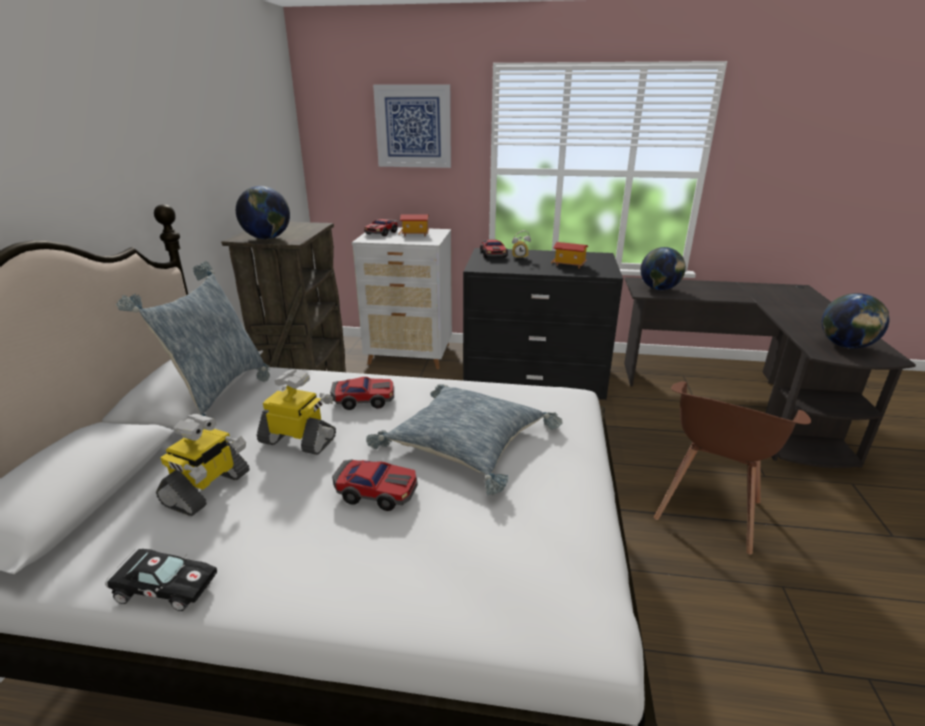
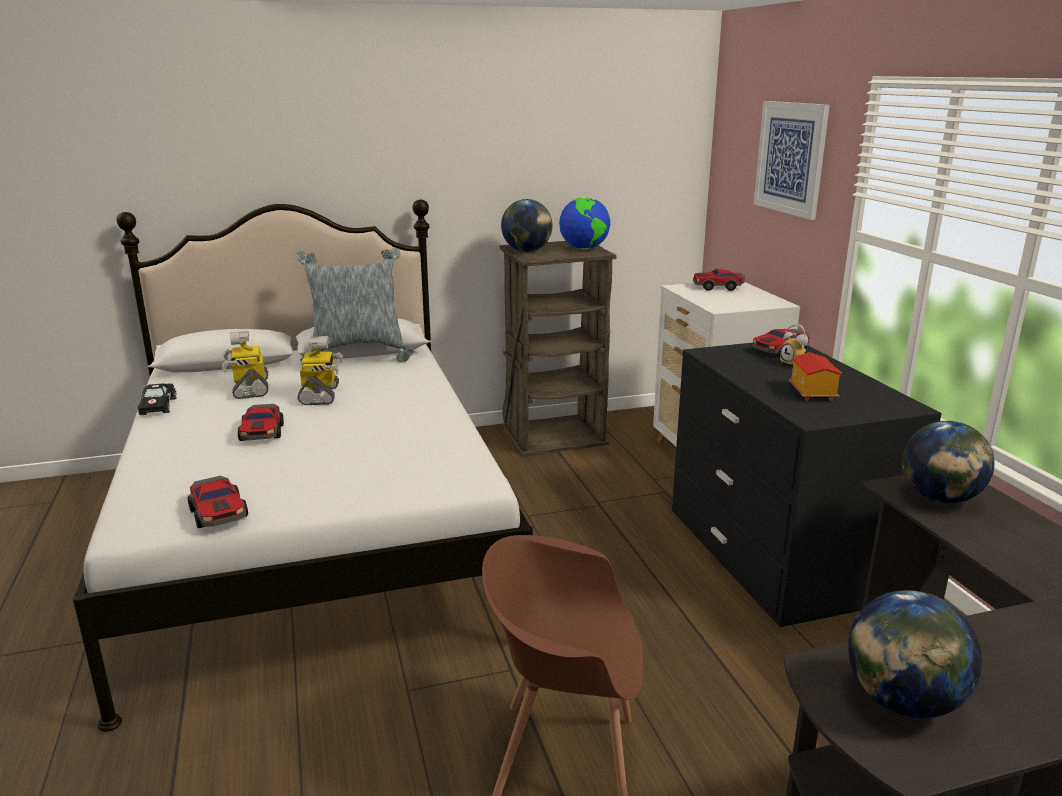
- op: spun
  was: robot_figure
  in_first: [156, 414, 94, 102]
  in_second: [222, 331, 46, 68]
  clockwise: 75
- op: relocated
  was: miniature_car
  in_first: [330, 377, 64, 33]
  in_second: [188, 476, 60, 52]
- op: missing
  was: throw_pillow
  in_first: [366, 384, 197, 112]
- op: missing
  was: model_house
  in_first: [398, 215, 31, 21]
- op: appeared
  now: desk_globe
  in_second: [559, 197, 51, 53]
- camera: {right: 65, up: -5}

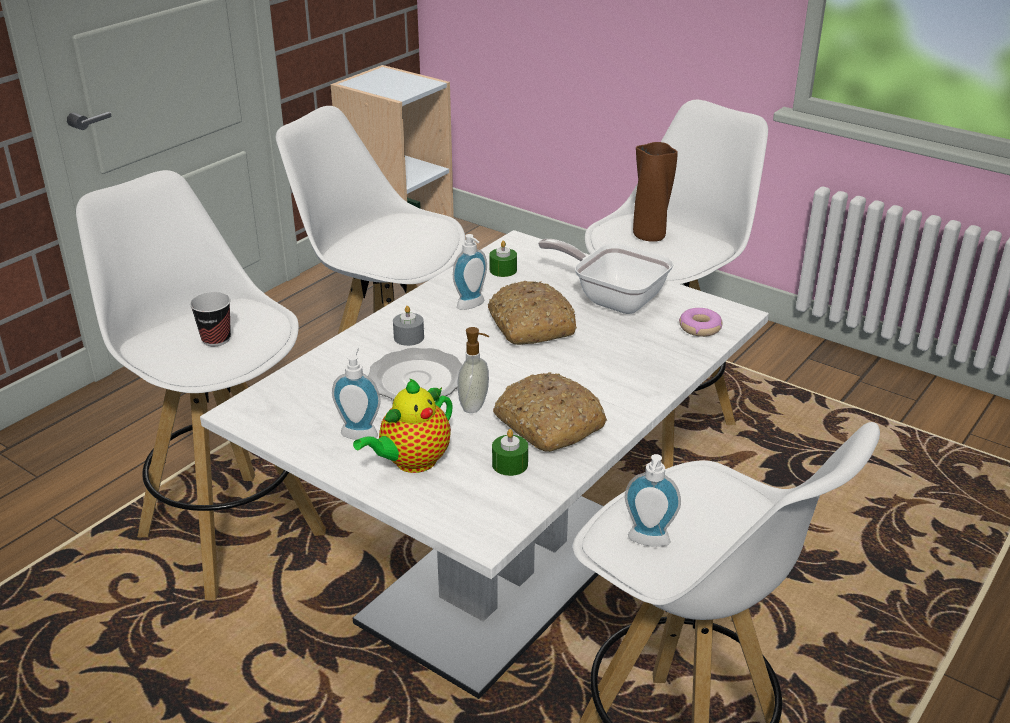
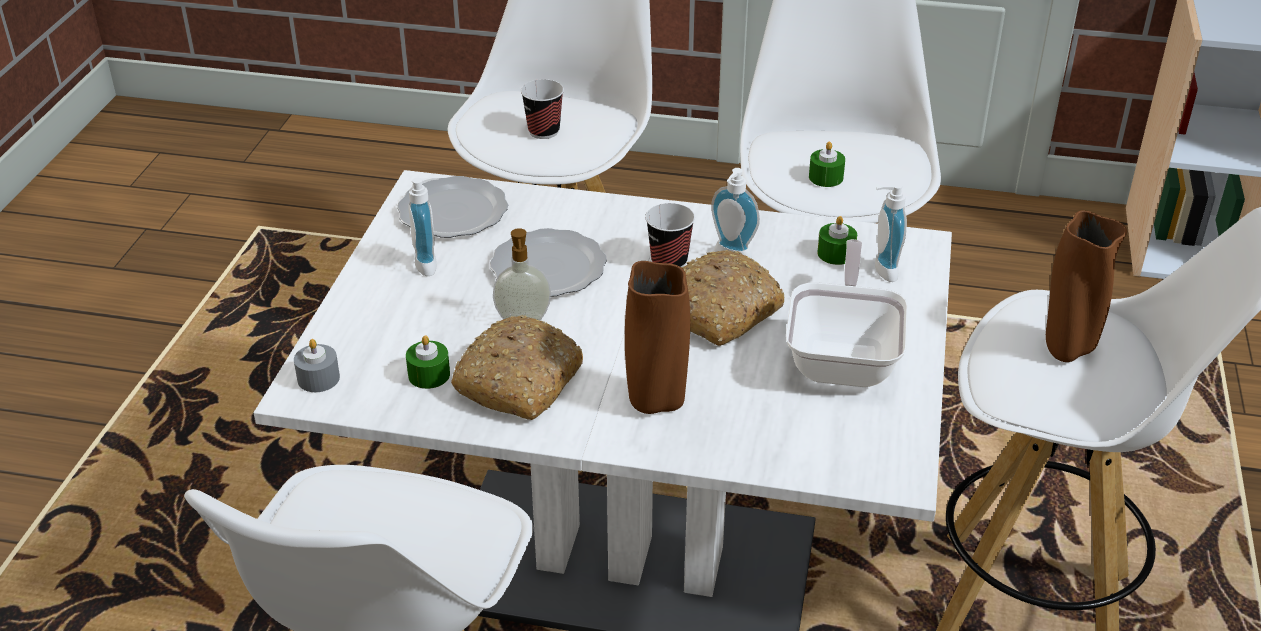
- op: missing
  was: pot_for_tea
  in_first: [353, 378, 100, 95]
- op: relocated
  was: gray_wax_light
  in_first: [393, 306, 31, 40]
  in_second: [294, 339, 46, 53]
- op: relocated
  was: soap_dispenser
  in_first: [625, 454, 56, 93]
  in_second: [875, 183, 32, 99]
- op: missing
  was: doughnut
  in_first: [679, 308, 43, 29]
- op: appeared
  now: dinner_plate
  in_second: [397, 176, 111, 62]
- op: appeared
  now: brown_flower_vase
  in_second: [625, 261, 65, 153]
- op: appeared
  now: drinking_cup
  in_second: [645, 203, 50, 64]
- op: appeared
  now: green_wax_light
  in_second: [809, 142, 36, 45]
- camera: {right: 65, up: 5}

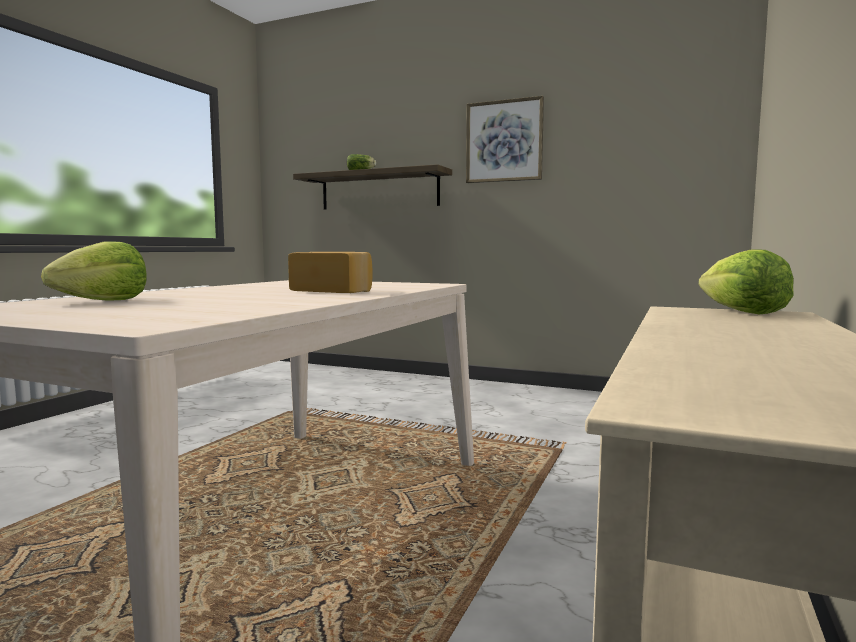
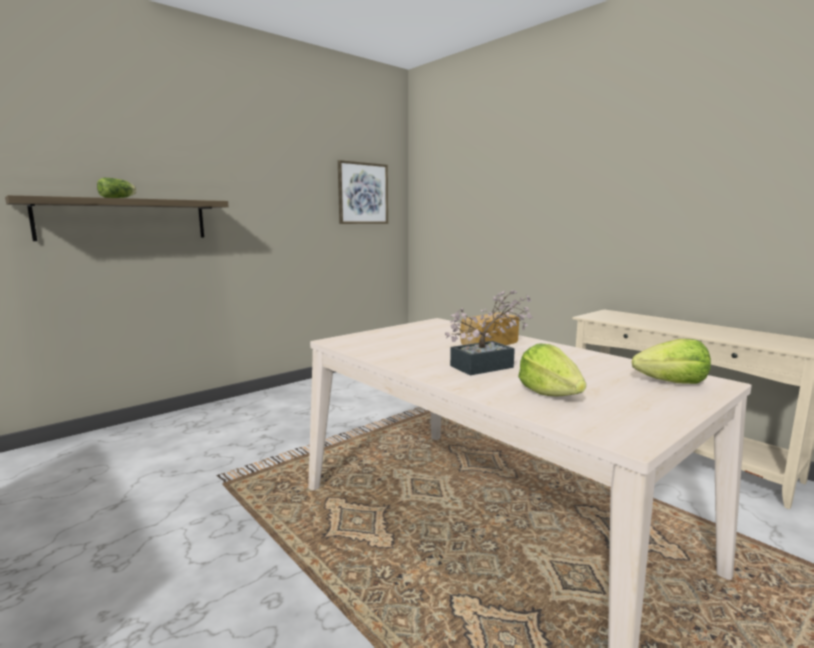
- op: relocated
  was: picture
  in_first: [466, 96, 78, 87]
  in_second: [338, 160, 50, 64]
- op: relocated
  was: lettuce_head
  in_first: [698, 249, 96, 65]
  in_second: [632, 339, 79, 45]
- op: appeared
  now: plant_in_a_pot
  in_second: [445, 290, 88, 85]
- camera: {right: -65, up: 5}

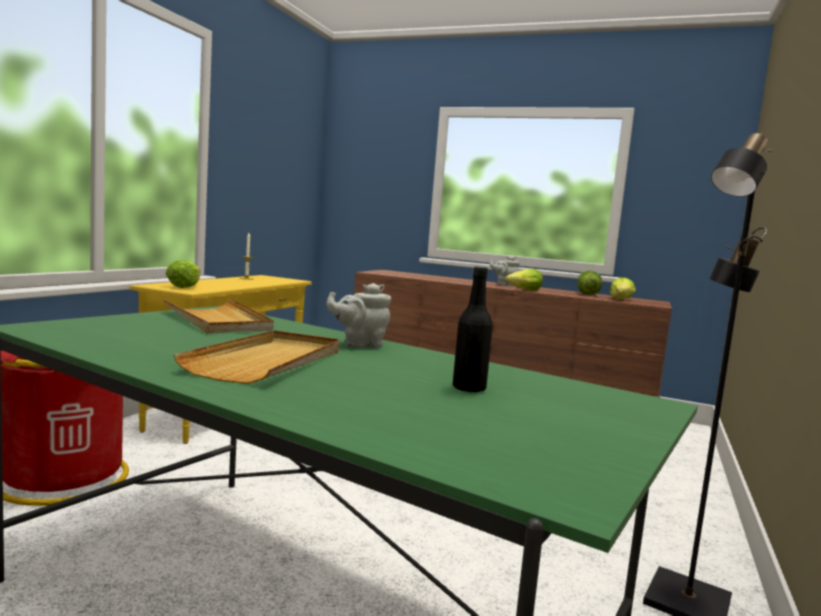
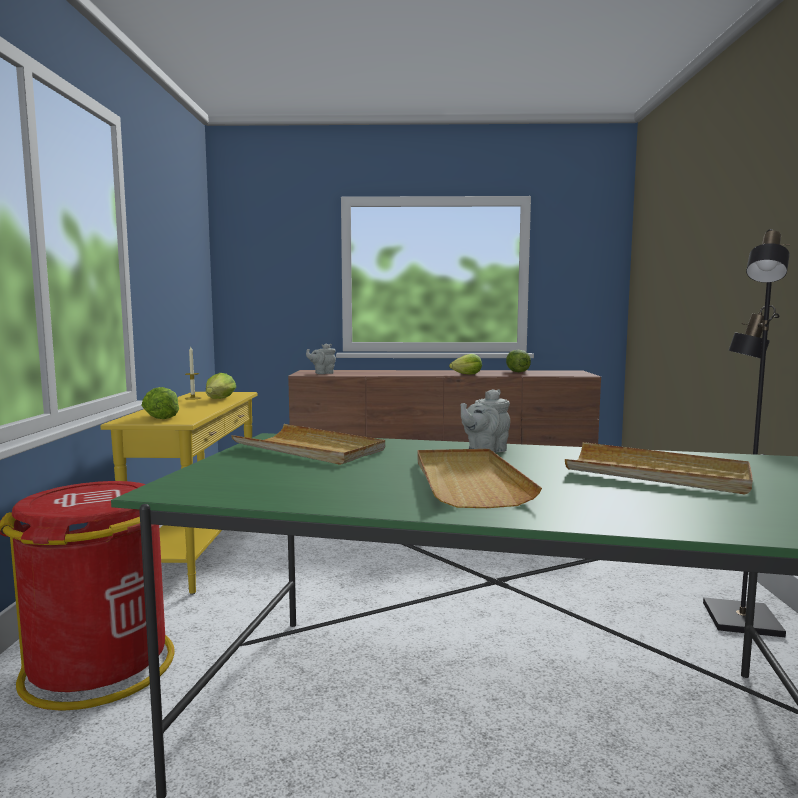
- op: exchanged
  was: blackish_drink_bottle
  now: sand-coloured_serving_tray
  in_first: [453, 267, 40, 126]
  in_second: [565, 442, 187, 52]
- op: relocated
  was: gray_pot_for_tea
  in_first: [490, 255, 30, 31]
  in_second: [306, 343, 30, 31]
- op: relocated
  was: lettuce_head
  in_first: [610, 277, 26, 23]
  in_second: [206, 373, 30, 26]
- camera: {right: -20, up: 0}

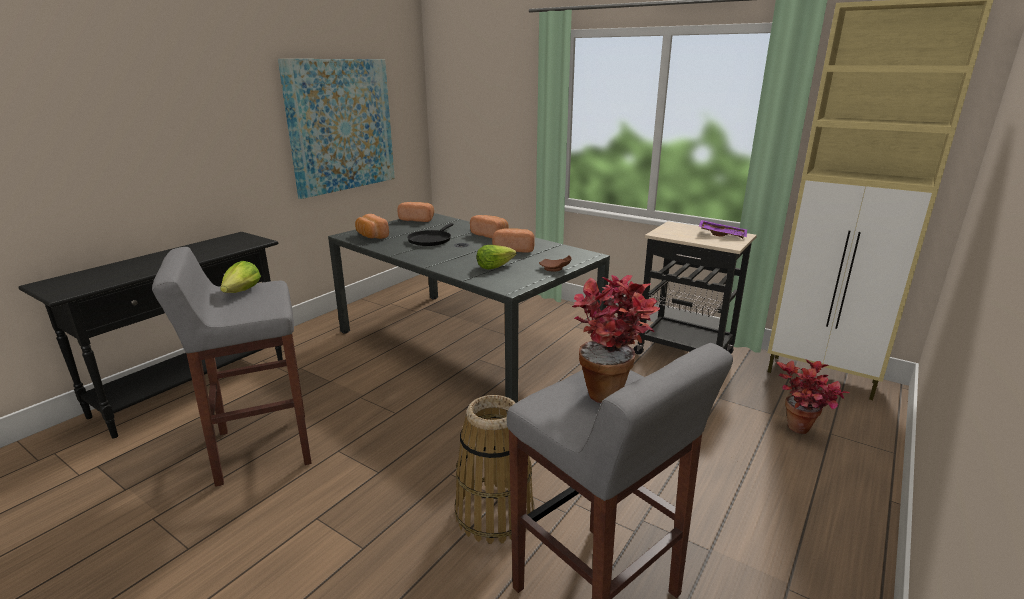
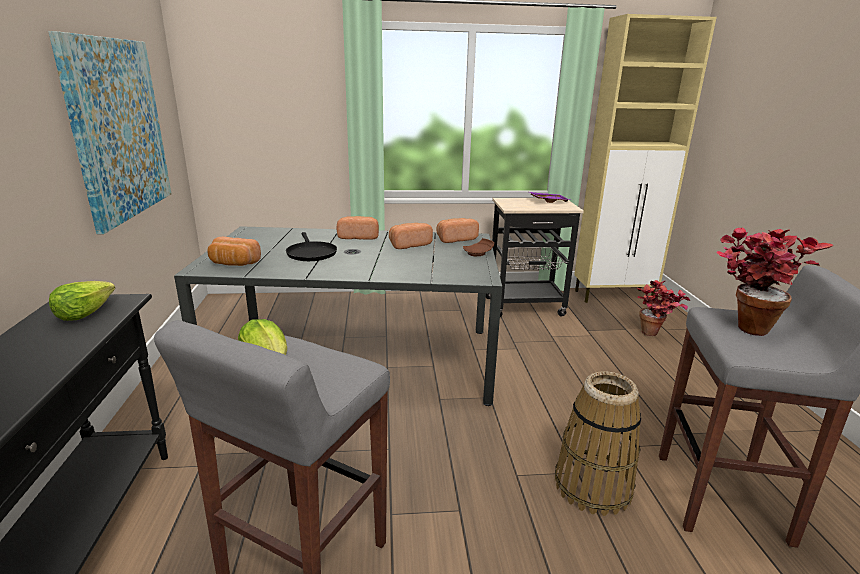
- op: relocated
  was: bread
  in_first: [397, 202, 37, 20]
  in_second: [436, 218, 43, 25]
- op: relocated
  was: lettuce_head
  in_first: [477, 245, 39, 25]
  in_second: [49, 281, 66, 40]
- camera: {right: -40, up: 0}

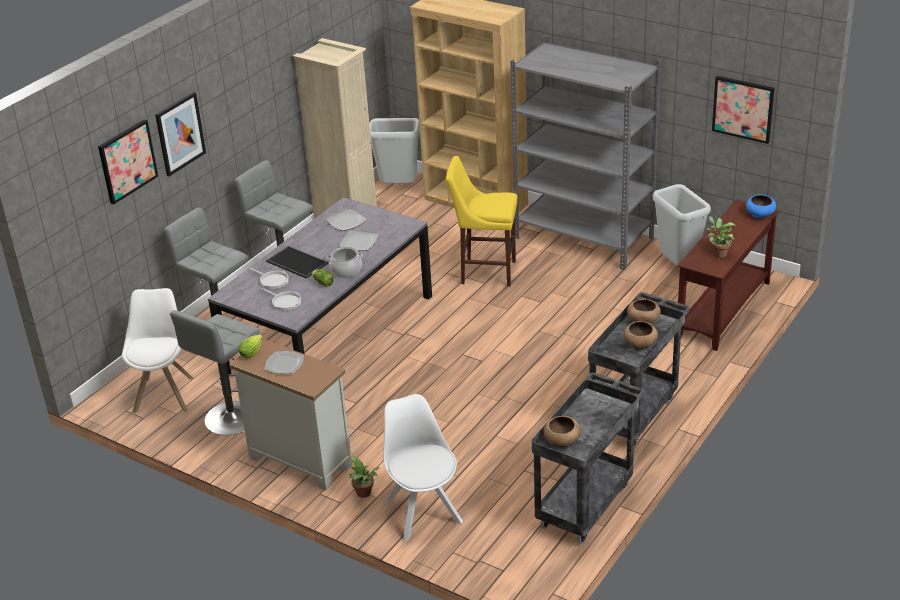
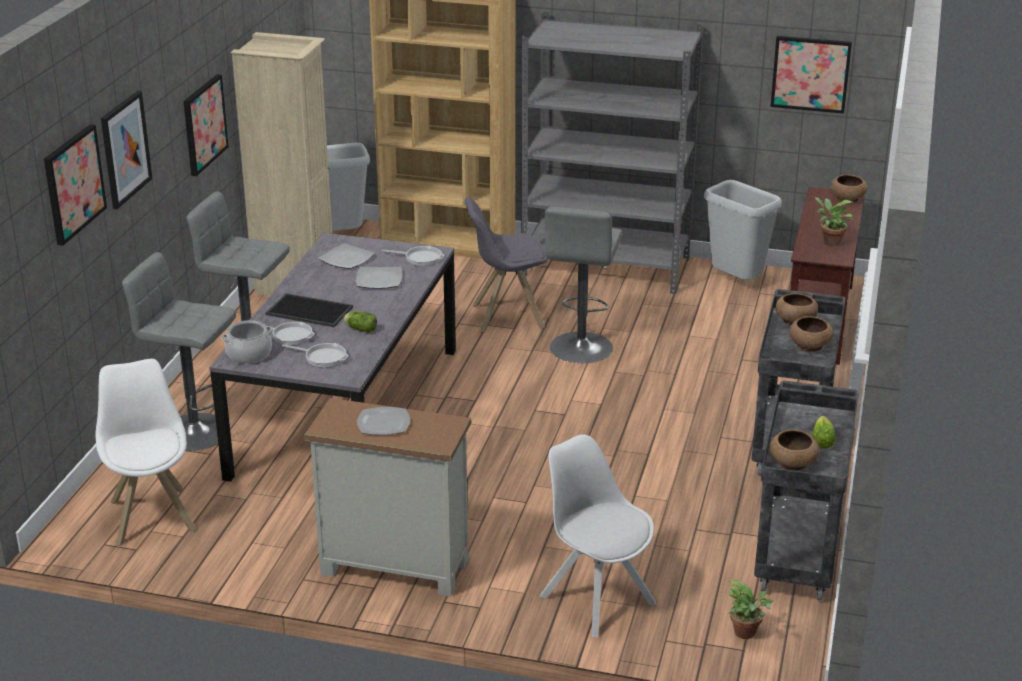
- op: relocated
  was: gray_sitting_stool
  in_first: [170, 310, 90, 125]
  in_second: [545, 207, 77, 156]
- op: relocated
  was: lettuce_head
  in_first: [238, 334, 25, 24]
  in_second: [812, 416, 23, 33]
- op: relocated
  was: stockpot
  in_first: [327, 247, 36, 31]
  in_second: [221, 320, 52, 44]
- op: relocated
  was: plant_in_a_pot
  in_first: [349, 456, 31, 42]
  in_second: [728, 580, 45, 59]
- op: exchanged
  was: yellow-coloured_sitting_stool
  now: gray_upright_chair
  in_first: [446, 156, 72, 131]
  in_second: [465, 197, 83, 136]
- op: colour
  was: blue_bowl
  now: brown_bowl
  in_first: [746, 194, 30, 25]
  in_second: [830, 174, 37, 29]
- op: appeared
  now: picture
  in_second: [183, 74, 46, 102]
- op: appeared
  now: skillet
  in_second: [382, 246, 63, 20]
- camera: {right: -20, up: -5}

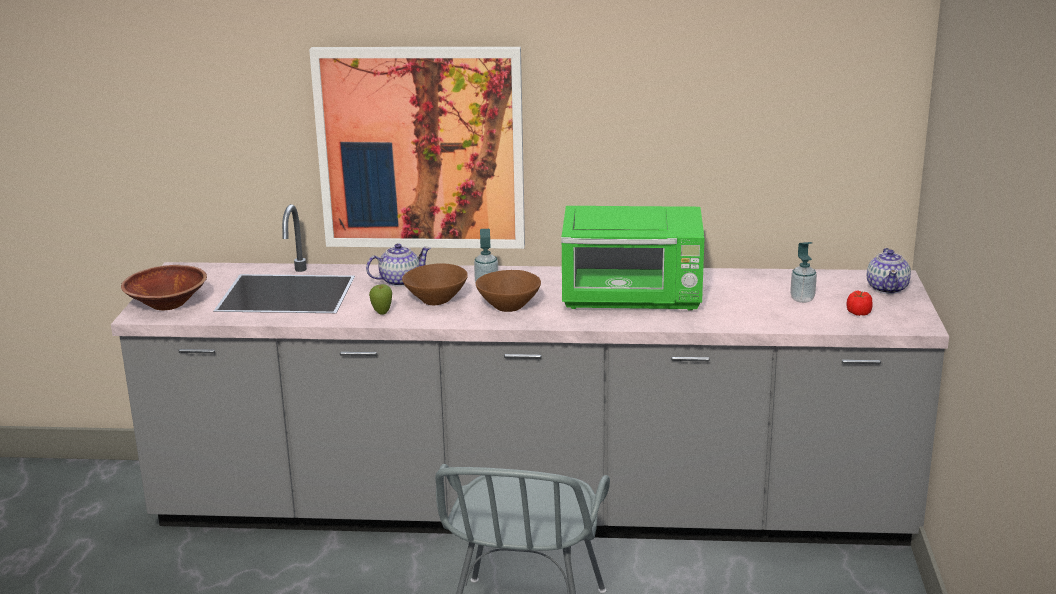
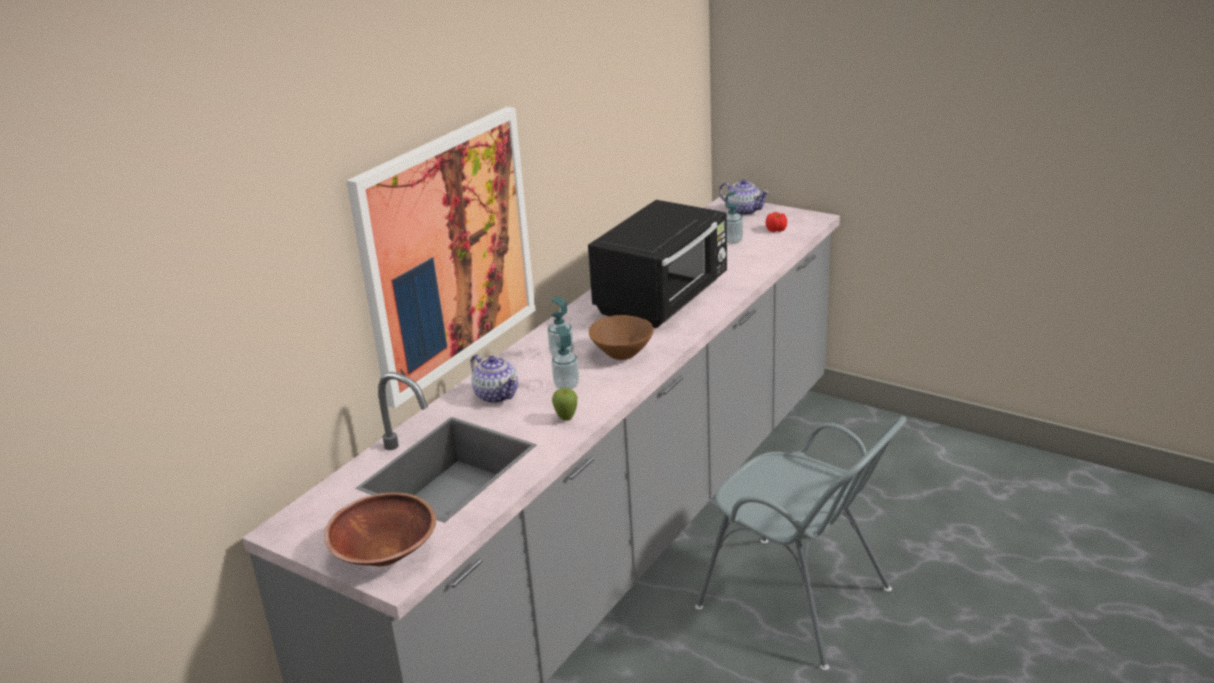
- op: spun
  was: pot_for_tea
  in_first: [366, 243, 65, 44]
  in_second: [471, 354, 47, 49]
  clockwise: 135
- op: exchanged
  was: brown_bowl
  now: soap_dispenser
  in_first: [402, 263, 66, 42]
  in_second: [552, 325, 27, 64]
- op: colour
  was: green_kitchen_microwave
  now: blackish_kitchen_microwave
  in_first: [561, 206, 143, 105]
  in_second: [588, 200, 139, 128]
- camera: {right: -60, up: 5}

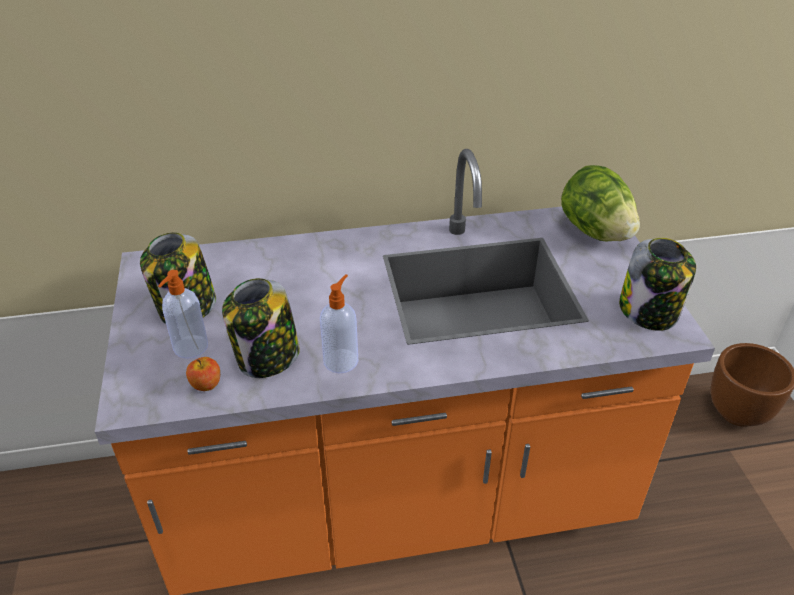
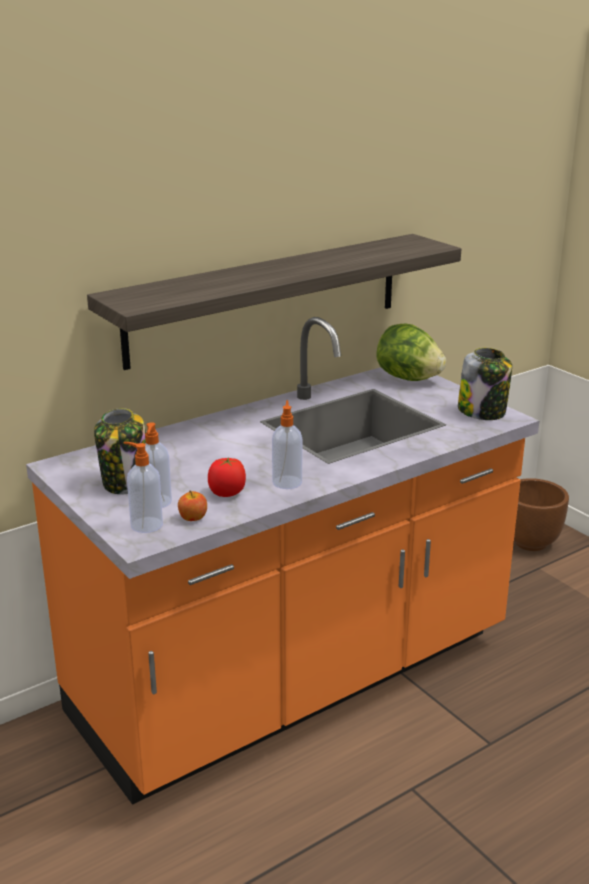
- op: exchanged
  was: jar
  now: tomato
  in_first: [222, 278, 78, 100]
  in_second: [208, 457, 38, 40]
- op: appeared
  now: wall_shelf
  in_second: [87, 234, 374, 136]
- op: appeared
  now: soap_dispenser
  in_second: [124, 442, 39, 91]
- camera: {right: -25, up: -15}

